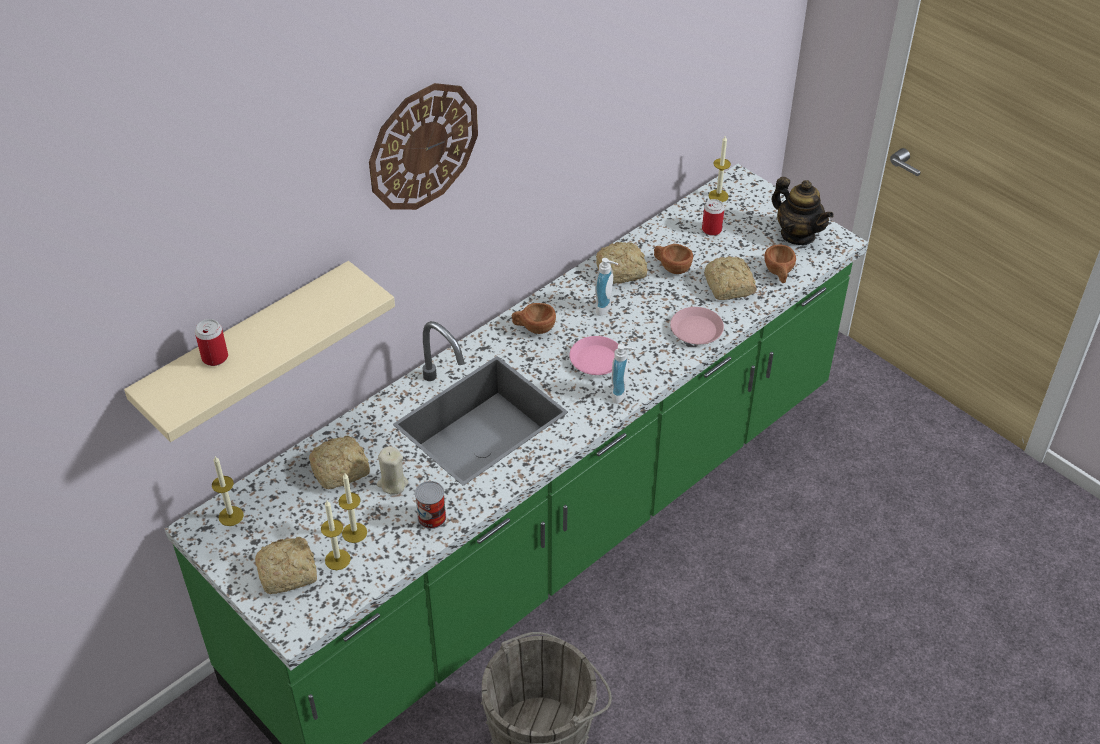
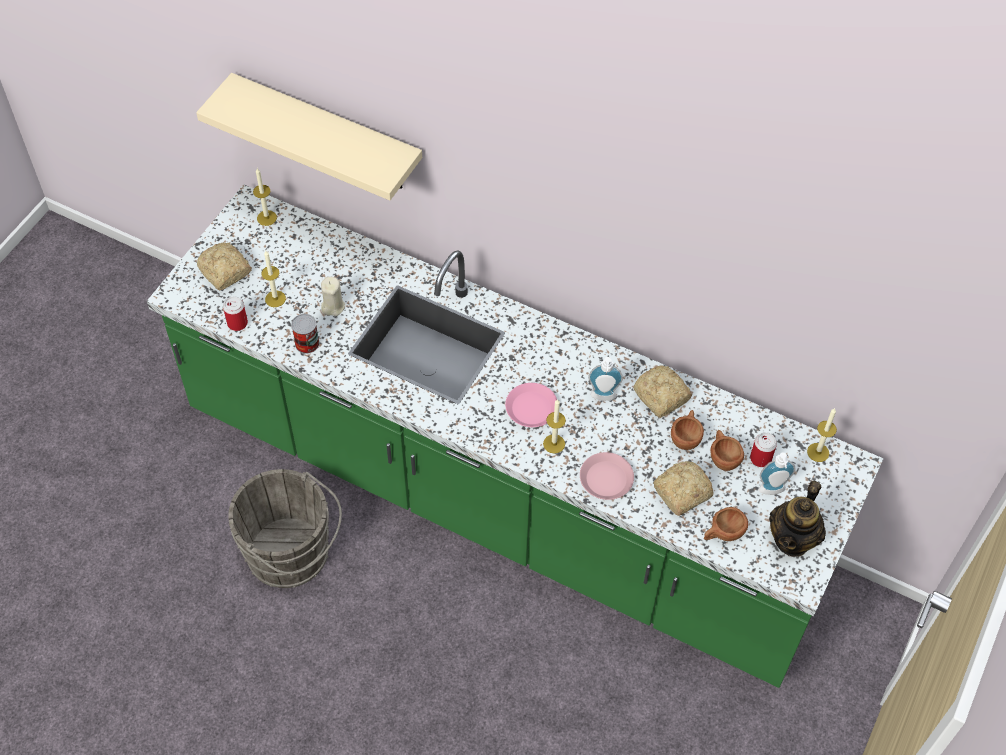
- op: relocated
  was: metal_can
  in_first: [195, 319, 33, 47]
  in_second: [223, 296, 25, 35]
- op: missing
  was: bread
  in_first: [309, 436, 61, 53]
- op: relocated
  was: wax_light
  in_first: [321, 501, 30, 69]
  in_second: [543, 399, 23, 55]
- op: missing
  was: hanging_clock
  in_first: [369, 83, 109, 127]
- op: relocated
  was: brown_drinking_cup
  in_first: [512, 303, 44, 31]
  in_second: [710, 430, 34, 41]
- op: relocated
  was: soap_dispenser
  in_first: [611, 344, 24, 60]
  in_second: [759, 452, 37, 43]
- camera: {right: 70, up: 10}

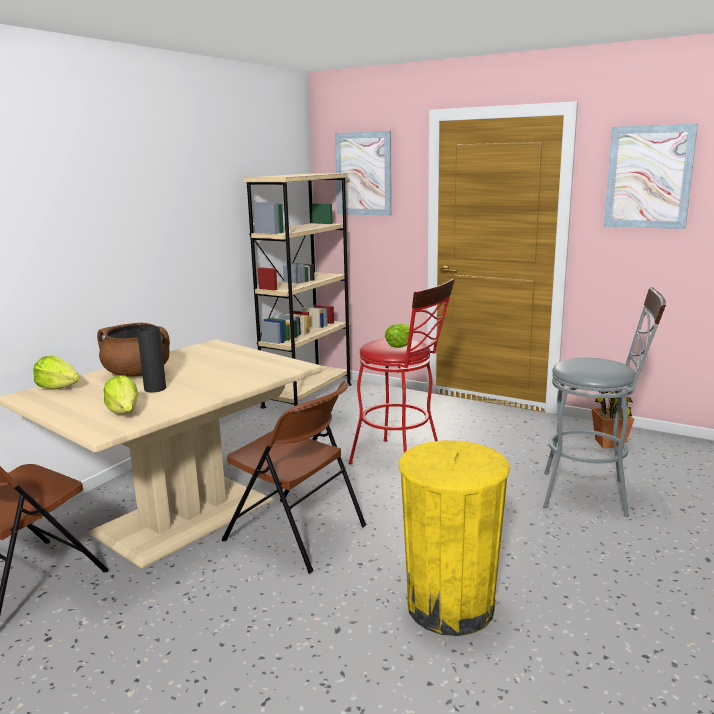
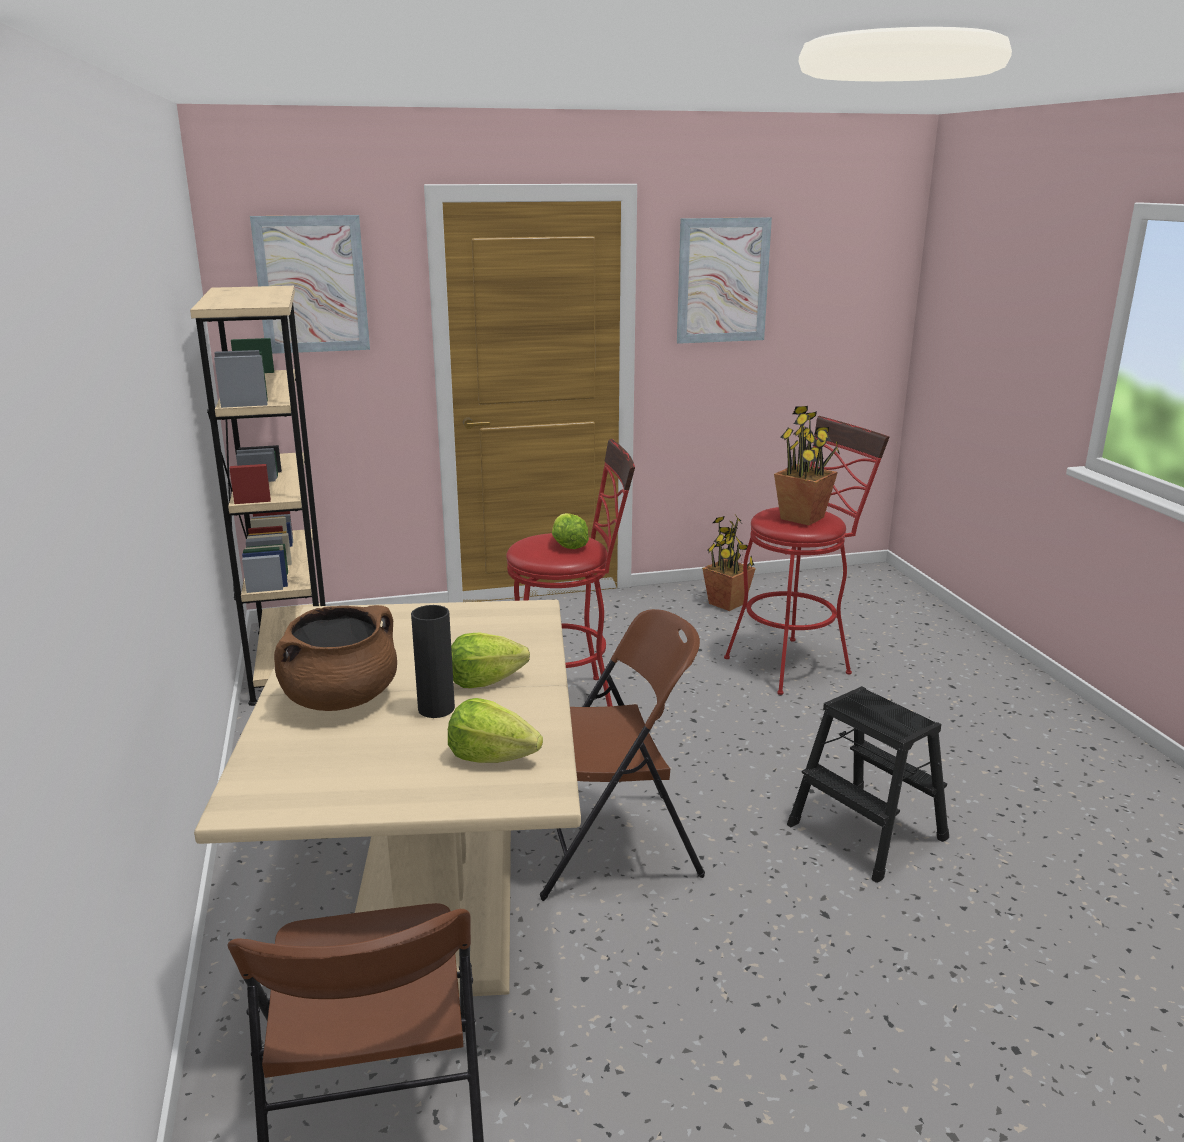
- op: relocated
  was: lettuce_head
  in_first: [33, 356, 47, 34]
  in_second: [451, 632, 79, 56]
- op: exchanged
  was: yellow-coloured_waste_bin
  now: blackish_step_stool
  in_first: [398, 440, 112, 196]
  in_second: [787, 686, 162, 197]
- op: colour
  was: gray_sitting_stool
  now: red-coloured_sitting_stool
  in_first: [543, 287, 123, 230]
  in_second: [724, 416, 165, 279]
- op: appeared
  now: plant_in_a_pot
  in_second: [774, 406, 66, 119]
- camera: {right: -45, up: 5}

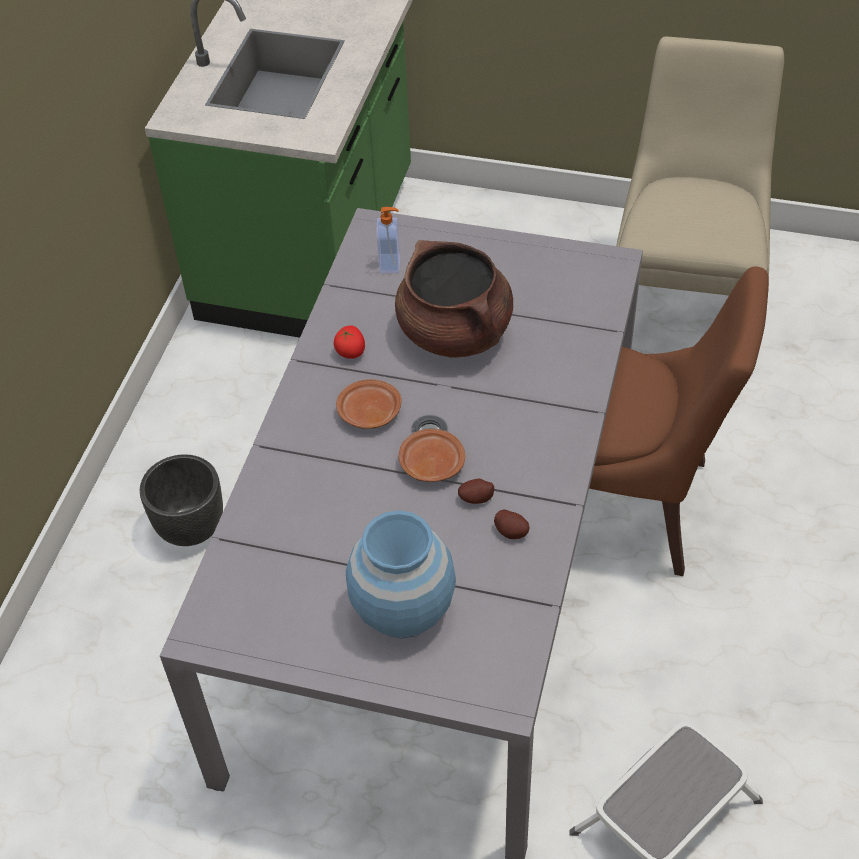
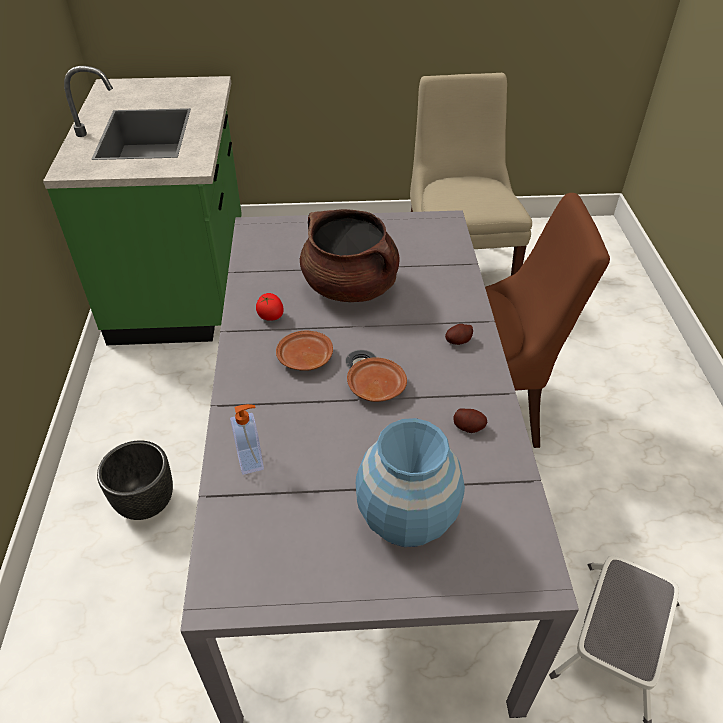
- op: relocated
  was: soap_dispenser
  in_first: [377, 207, 23, 66]
  in_second: [230, 404, 34, 71]
- op: relocated
  was: whole_potato
  in_first: [458, 479, 36, 25]
  in_second: [445, 324, 28, 21]
- camera: {right: -20, up: -5}

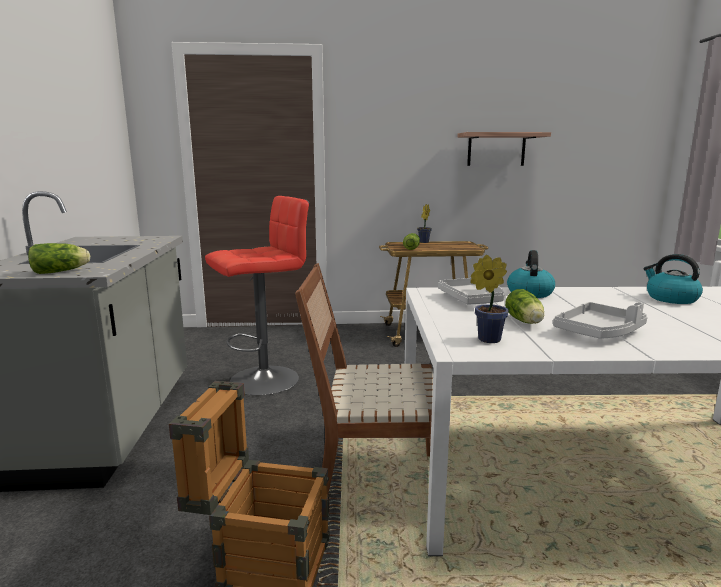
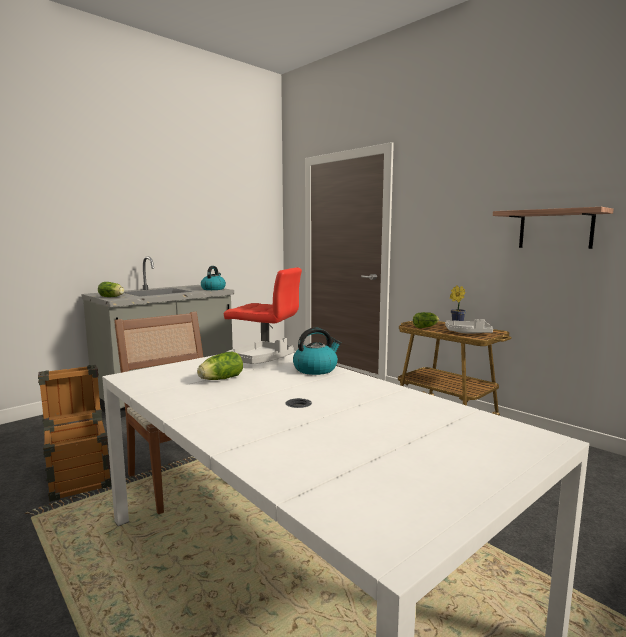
- op: missing
  was: plant_in_a_pot
  in_first: [470, 255, 39, 88]
- op: relocated
  was: gray_serving_tray
  in_first: [553, 302, 95, 37]
  in_second: [445, 319, 48, 15]
- op: relocated
  was: water_kettle
  in_first: [644, 254, 59, 50]
  in_second: [201, 266, 25, 24]
- camera: {right: 50, up: -5}

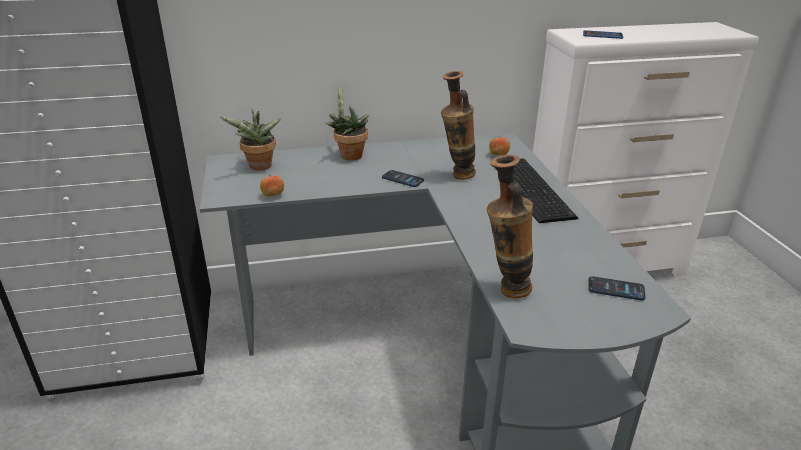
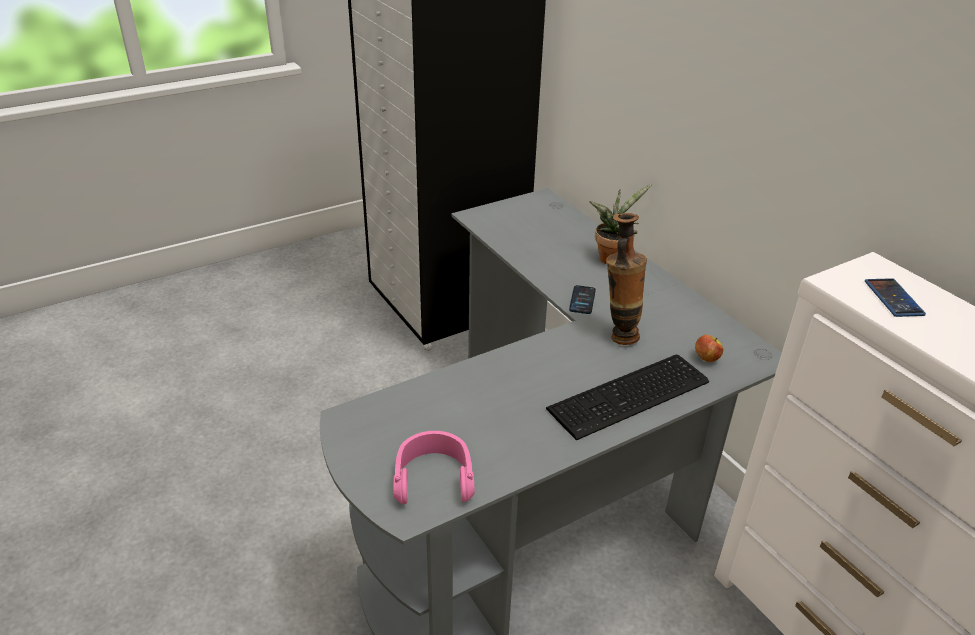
- op: missing
  was: plant_in_a_pot
  in_first: [220, 109, 61, 61]
- op: missing
  was: whole_apple
  in_first: [260, 175, 24, 22]
- op: missing
  was: flower_vase
  in_first: [487, 155, 46, 143]
- op: exchanged
  was: phone
  now: pink_headset
  in_first: [588, 276, 58, 24]
  in_second: [393, 431, 82, 73]
- camera: {right: 70, up: 5}

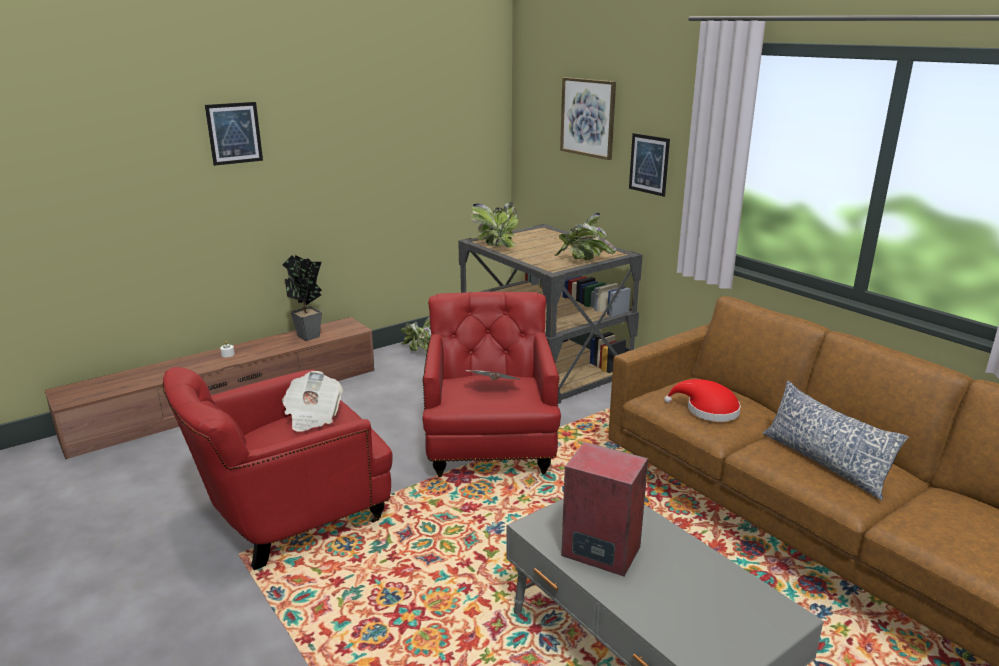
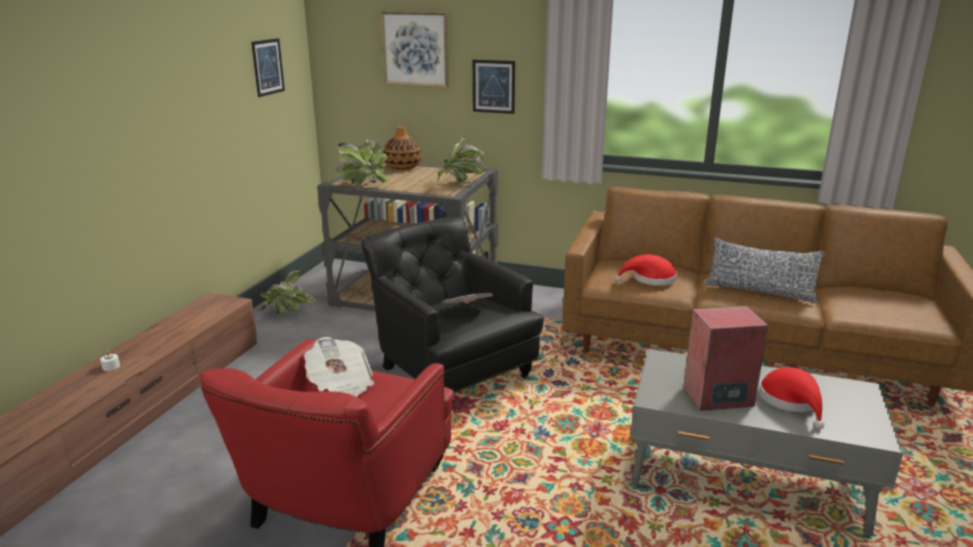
- op: relocated
  was: picture
  in_first: [205, 102, 58, 64]
  in_second: [251, 38, 34, 59]
- op: missing
  was: plant_in_a_pot
  in_first: [283, 255, 39, 86]
- op: colour
  was: red-coloured_armchair
  now: blackish_armchair
  in_first: [422, 292, 139, 185]
  in_second: [361, 216, 183, 177]
- op: appeared
  now: flower_vase
  in_second: [383, 126, 38, 44]
- op: appeared
  now: red-coloured_clothing_hat
  in_second: [759, 367, 65, 62]
- camera: {right: -35, up: 0}

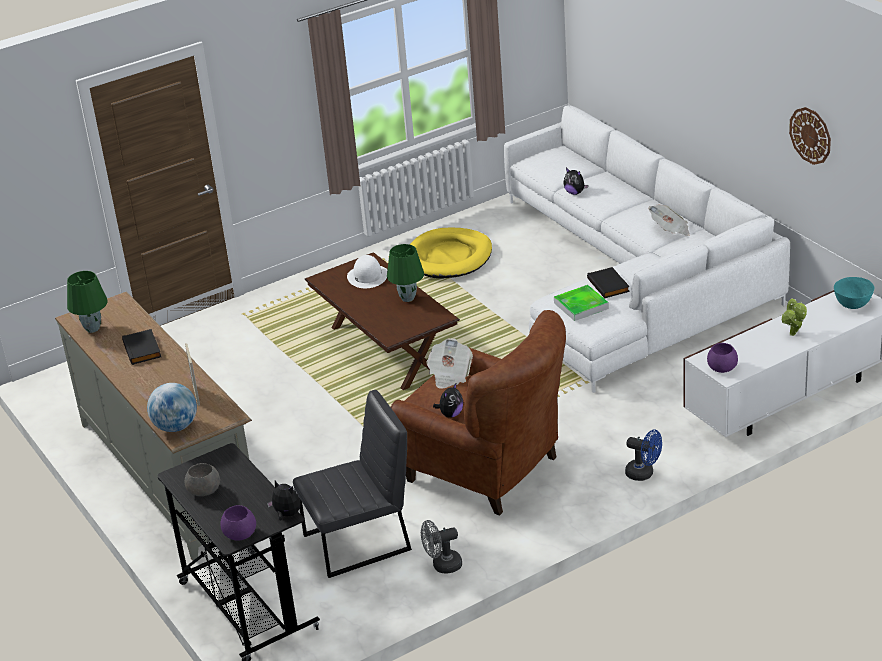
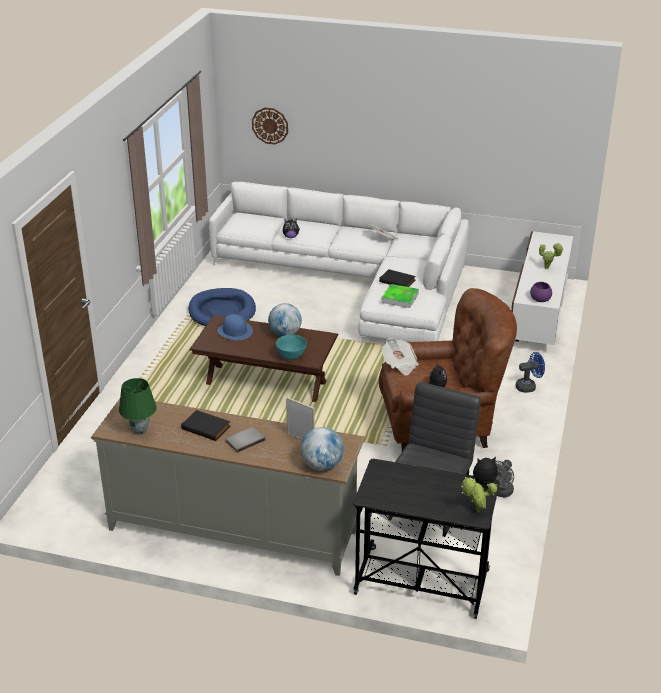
- op: missing
  was: gray_bowl
  in_first: [185, 463, 35, 33]
- op: exchanged
  was: purple_bowl
  now: plant_in_a_pot
  in_first: [220, 505, 36, 36]
  in_second: [461, 477, 36, 35]
- op: colour
  was: white-coloured_clothing_hat
  now: blue_clothing_hat
  in_first: [347, 255, 40, 33]
  in_second: [217, 314, 36, 26]
- op: exchanged
  was: green_tabletop_lamp
  now: desk_globe
  in_first: [387, 244, 37, 58]
  in_second: [268, 303, 34, 33]
- op: colour
  was: yellow-coloured_dog_bed
  now: blue_dog_bed
  in_first: [410, 228, 82, 51]
  in_second: [188, 288, 68, 38]
- op: relocated
  was: hanging_clock
  in_first: [789, 107, 42, 58]
  in_second: [252, 107, 36, 37]
- op: relocated
  was: turquoise-coloured_bowl
  in_first: [834, 277, 40, 32]
  in_second: [276, 334, 31, 26]
- op: appeared
  now: gray_book
  in_second: [226, 427, 40, 26]
- camera: {right: -45, up: 0}

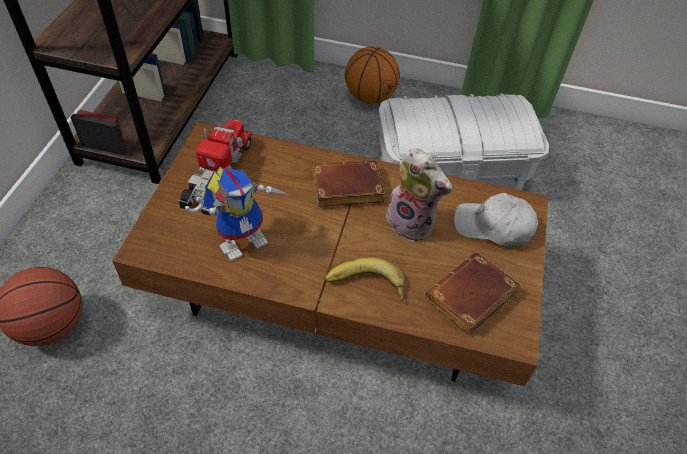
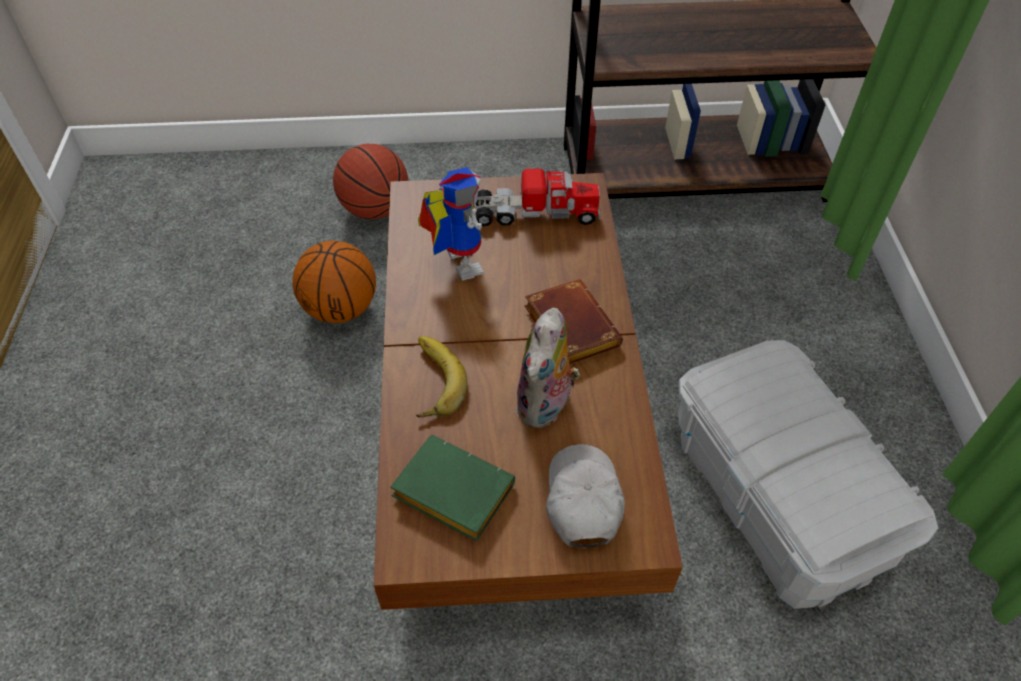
- op: spun
  was: robot_figure
  in_first: [185, 167, 104, 94]
  in_second: [418, 167, 66, 114]
  clockwise: -150
- op: relocated
  was: basketball_ball
  in_first: [345, 46, 55, 58]
  in_second: [292, 241, 84, 82]
- op: colour
  was: brown_book
  now: green_book
  in_first: [426, 253, 94, 82]
  in_second: [390, 435, 125, 107]
- camera: {right: 75, up: 0}

